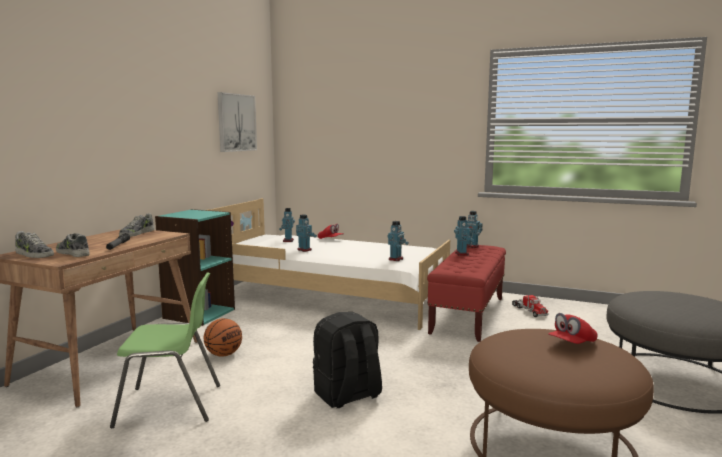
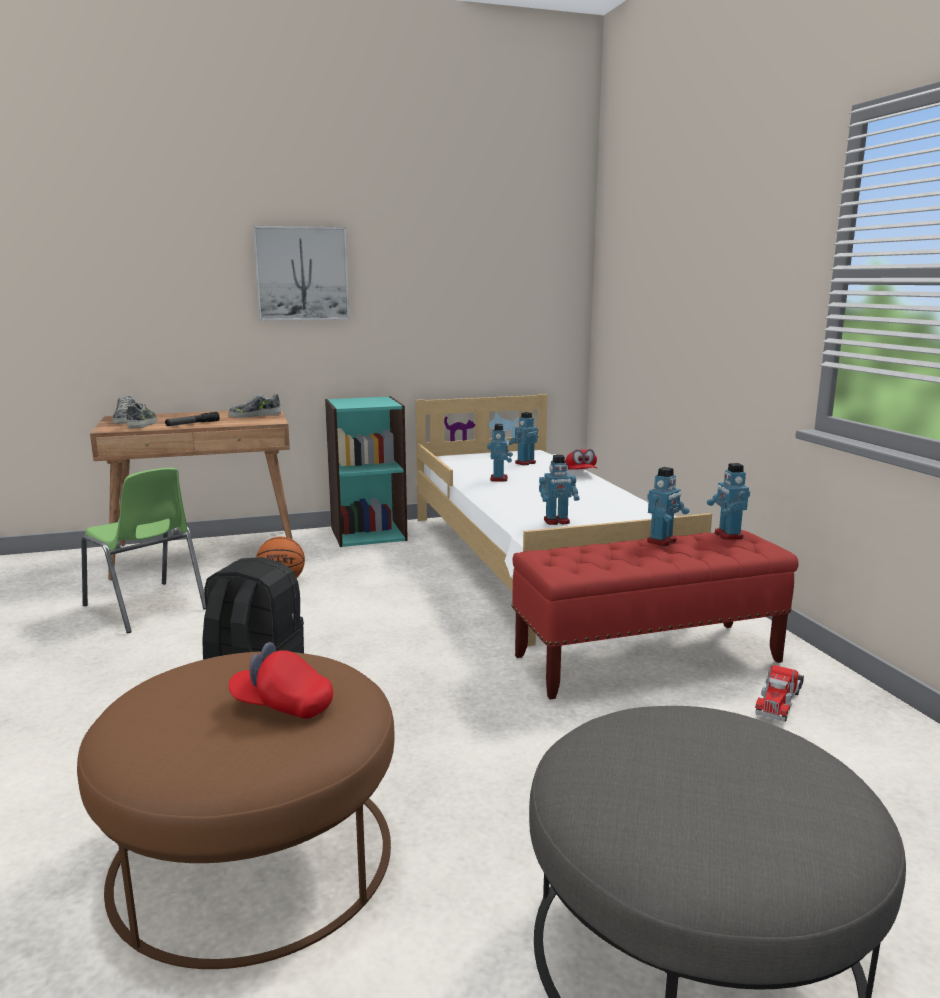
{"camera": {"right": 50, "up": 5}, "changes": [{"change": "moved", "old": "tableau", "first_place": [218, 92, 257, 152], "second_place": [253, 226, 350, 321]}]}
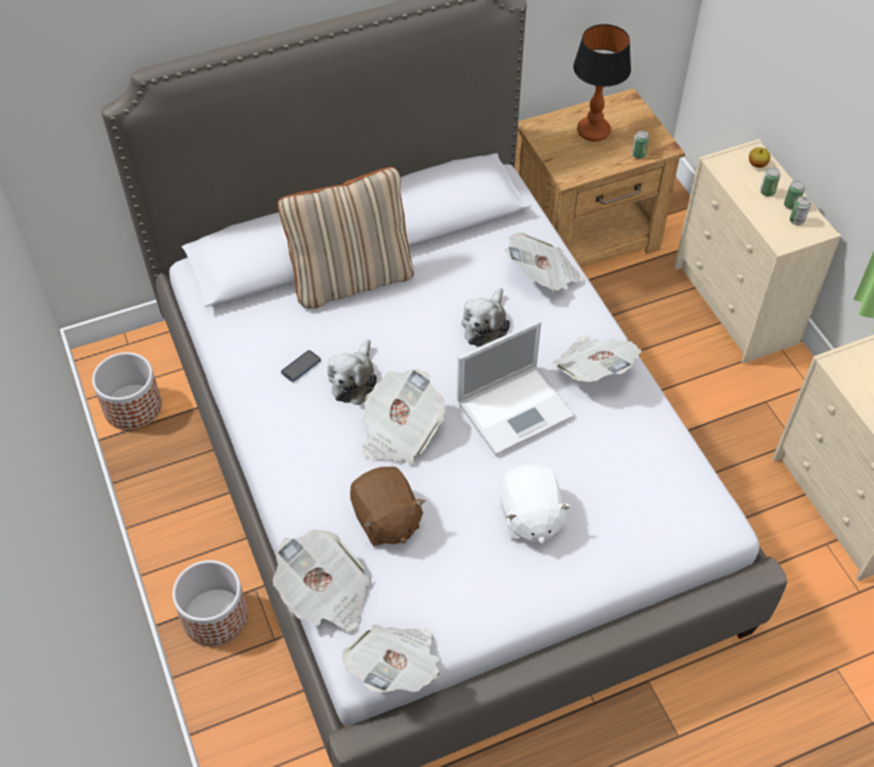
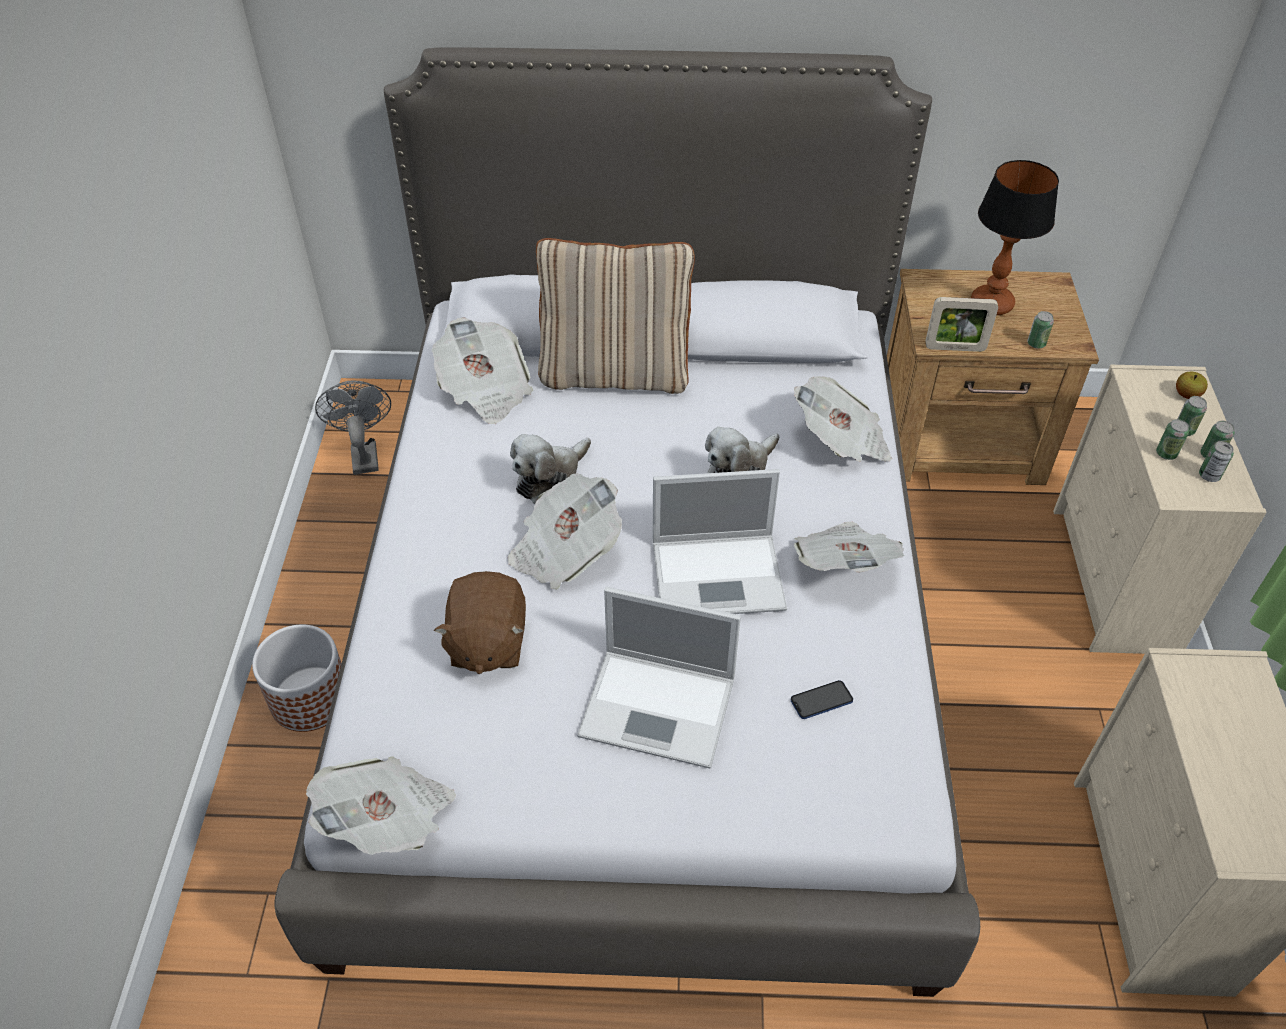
{"camera": {"right": 25, "up": -5}, "changes": [{"change": "added", "new": "cadre photo", "second_place": [925, 297, 998, 352]}, {"change": "added", "new": "boîte métallique", "second_place": [1156, 419, 1189, 460]}, {"change": "moved", "old": "journal", "first_place": [273, 530, 371, 631], "second_place": [432, 317, 533, 424]}, {"change": "moved", "old": "téléphone", "first_place": [281, 350, 321, 382], "second_place": [791, 680, 853, 719]}, {"change": "replaced", "old": "cache-pot", "new": "ventilateur (gris)", "first_place": [92, 352, 162, 430], "second_place": [315, 381, 391, 475]}, {"change": "replaced", "old": "peluche (blanc)", "new": "ordinateur portable", "first_place": [499, 464, 571, 544], "second_place": [577, 587, 741, 769]}]}
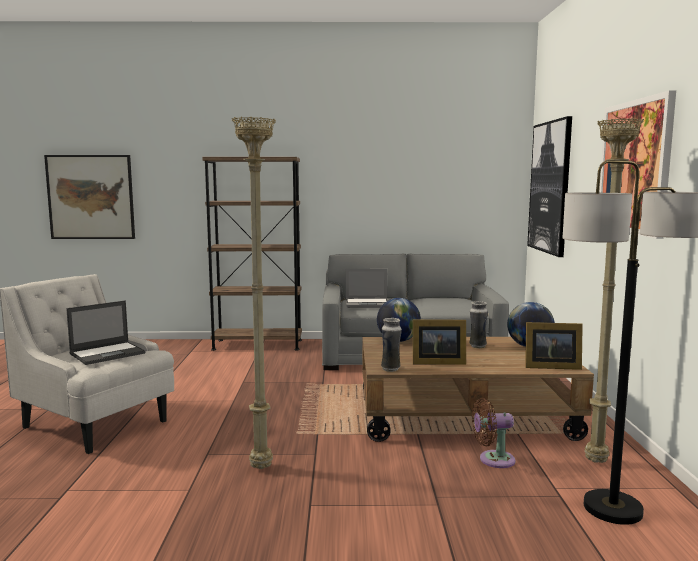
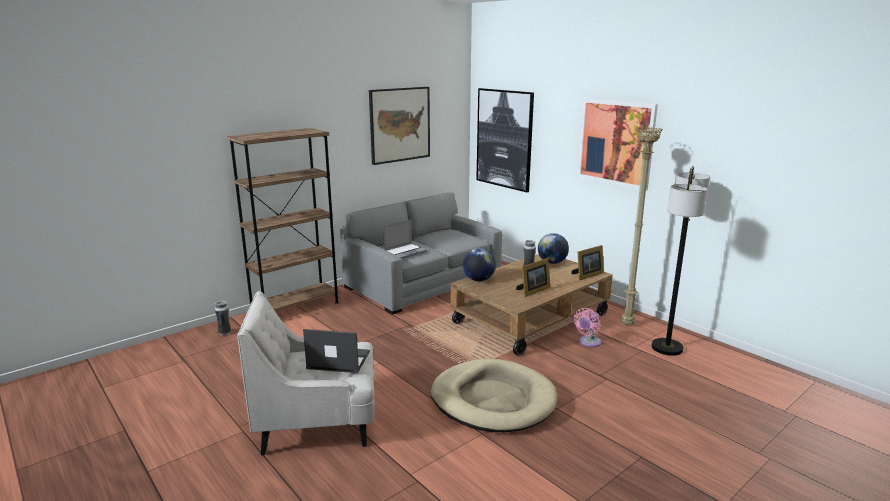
{"camera": {"right": -40, "up": 10}, "changes": [{"change": "moved", "old": "tableau", "first_place": [44, 155, 135, 239], "second_place": [369, 87, 430, 165]}, {"change": "moved", "old": "vase", "first_place": [381, 318, 402, 372], "second_place": [215, 301, 231, 336]}, {"change": "replaced", "old": "lampadaire (beige)", "new": "panier pour chien (beige)", "first_place": [231, 116, 276, 469], "second_place": [430, 359, 557, 432]}, {"change": "recoloured", "old": "ventilateur (marron)", "new": "ventilateur (rose)", "first_place": [472, 398, 515, 468], "second_place": [574, 308, 601, 347]}, {"change": "turned", "old": "ordinateur portable", "first_place": [66, 300, 146, 365], "second_place": [303, 329, 370, 373], "degrees": -90}]}
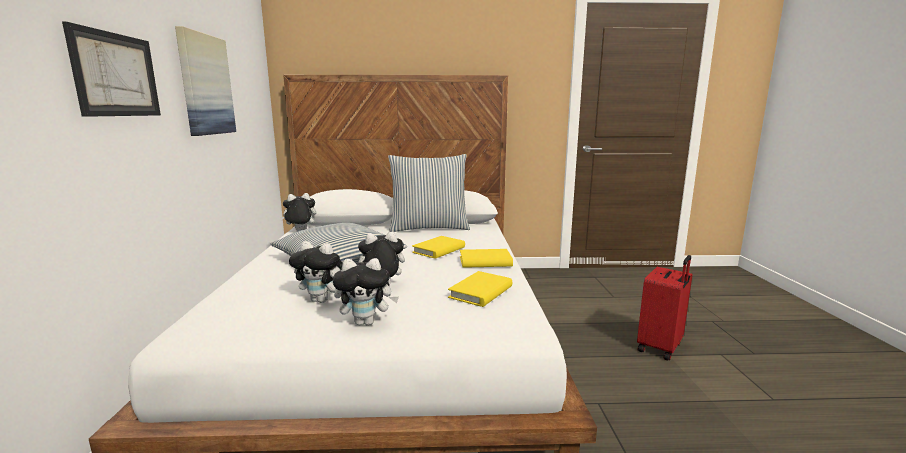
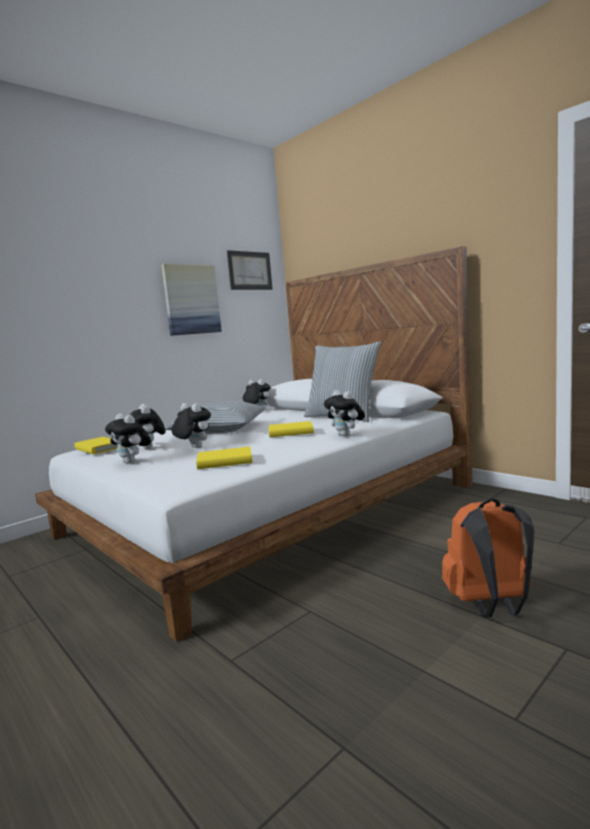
{"camera": {"right": 50, "up": -5}, "changes": [{"change": "added", "new": "peluche", "second_place": [324, 390, 365, 437]}, {"change": "moved", "old": "tableau", "first_place": [62, 21, 161, 117], "second_place": [227, 250, 272, 290]}, {"change": "moved", "old": "livre (jaune)", "first_place": [460, 249, 513, 268], "second_place": [74, 437, 118, 454]}, {"change": "replaced", "old": "valise (rouge)", "new": "sac à dos (orange)", "first_place": [637, 255, 692, 361], "second_place": [442, 498, 534, 618]}]}
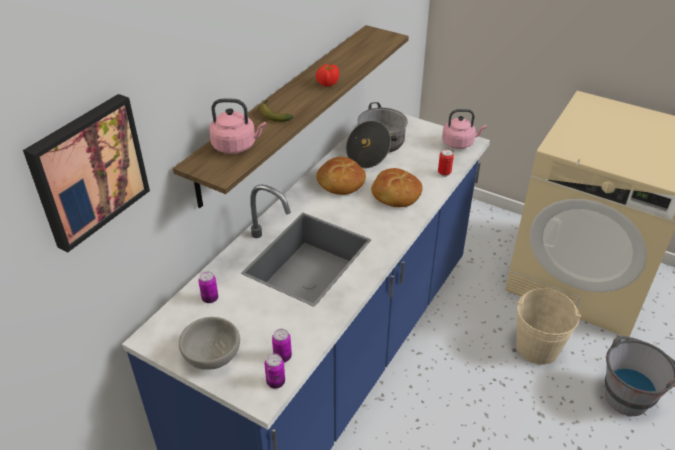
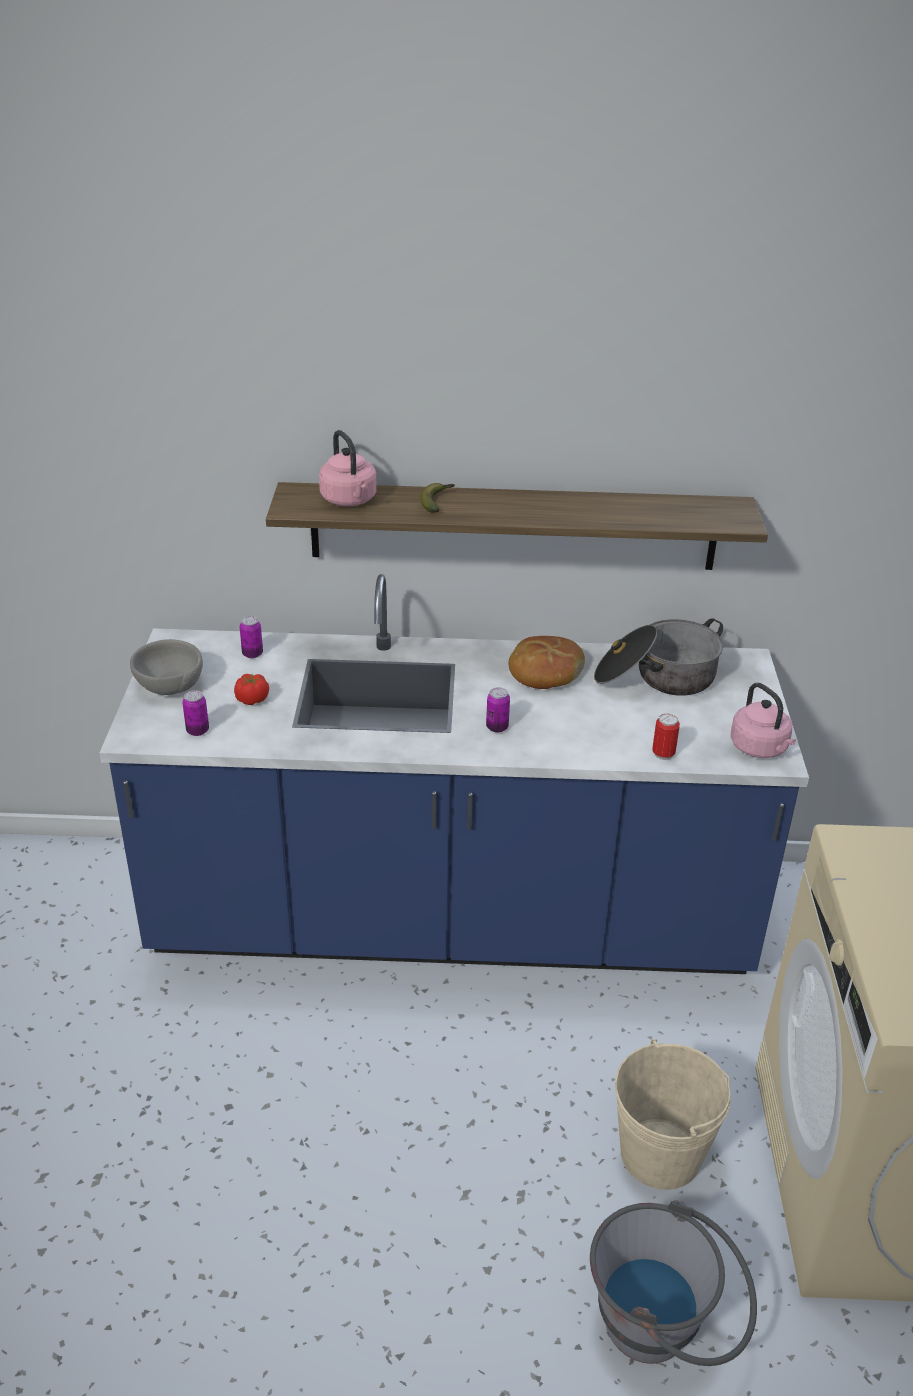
{"camera": {"right": 60, "up": -5}, "changes": [{"change": "removed", "old": "tableau", "first_place": [23, 94, 150, 252]}, {"change": "removed", "old": "pain", "first_place": [371, 168, 423, 207]}, {"change": "moved", "old": "boîte métallique", "first_place": [265, 354, 285, 389], "second_place": [486, 687, 510, 733]}, {"change": "moved", "old": "tomate", "first_place": [316, 63, 339, 87], "second_place": [234, 673, 269, 705]}]}
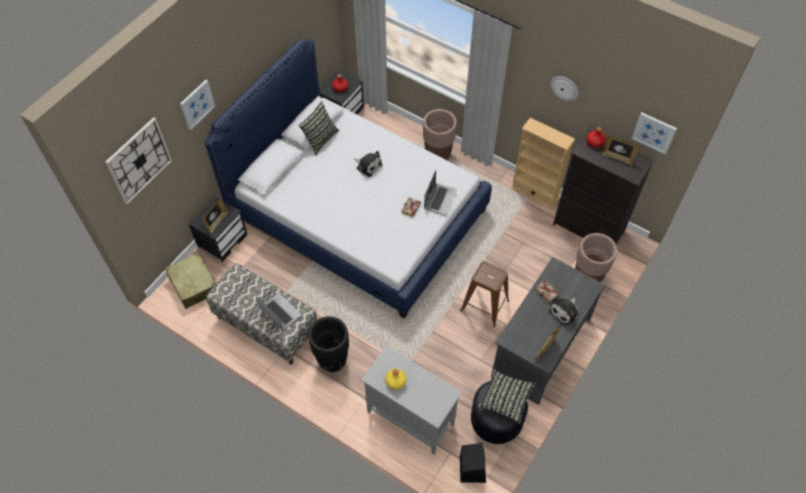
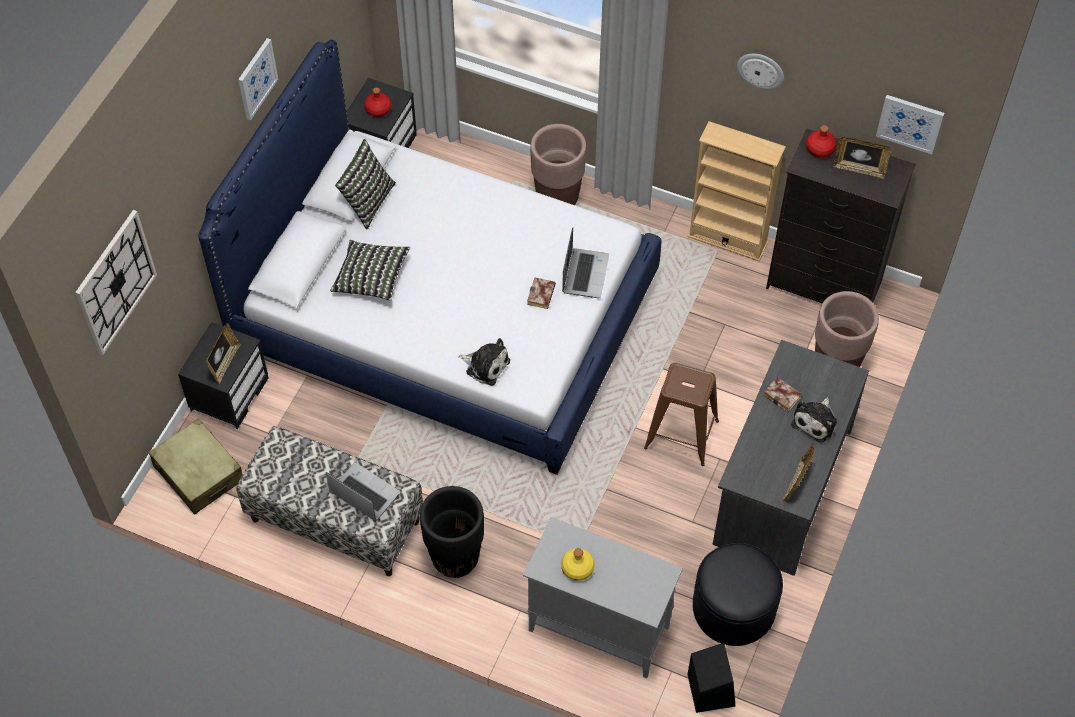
{"camera": {"right": -10, "up": 0}, "changes": [{"change": "moved", "old": "tableau", "first_place": [180, 80, 215, 130], "second_place": [238, 38, 278, 120]}, {"change": "moved", "old": "peluche", "first_place": [354, 151, 383, 177], "second_place": [458, 338, 510, 386]}, {"change": "moved", "old": "coussin", "first_place": [478, 369, 536, 423], "second_place": [330, 240, 410, 300]}]}
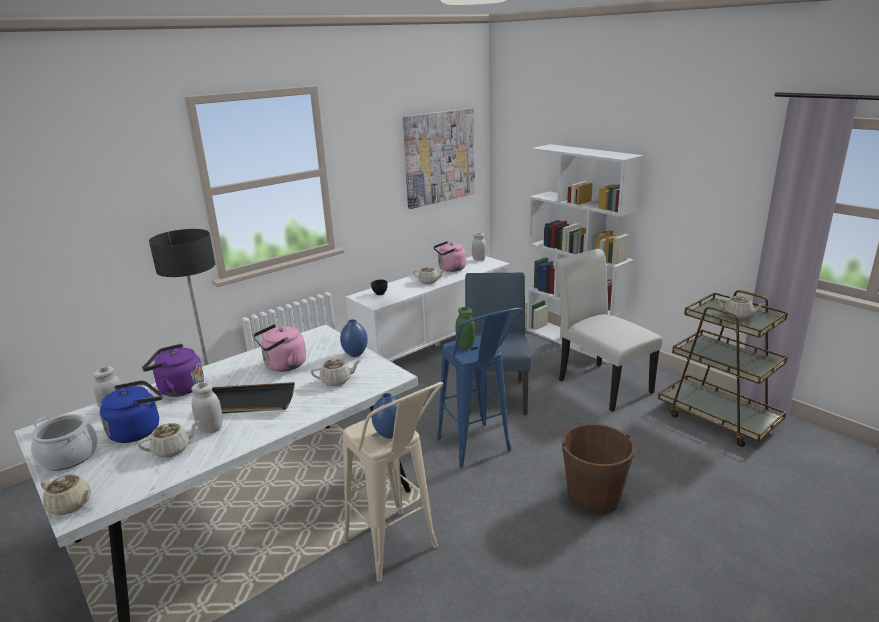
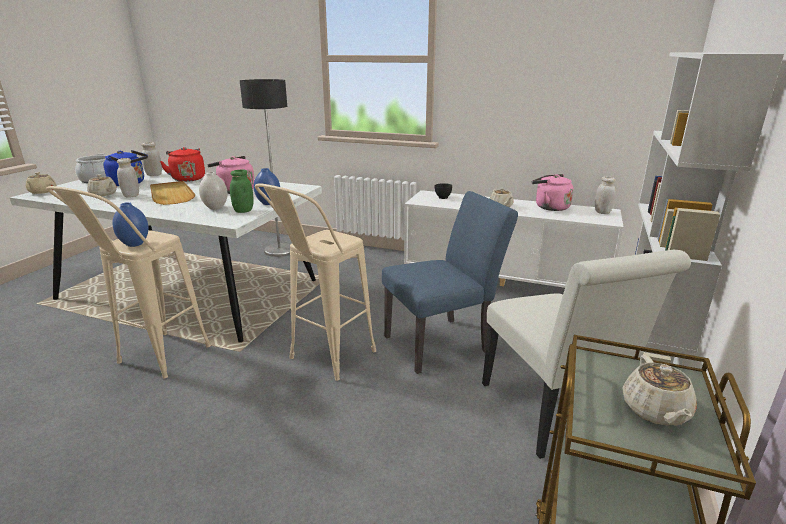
{"camera": {"right": 60, "up": 0}, "changes": [{"change": "removed", "old": "tableau", "first_place": [403, 108, 475, 209]}, {"change": "removed", "old": "seau (marron)", "first_place": [562, 424, 635, 515]}, {"change": "moved", "old": "bocal (vert)", "first_place": [455, 307, 475, 348], "second_place": [230, 169, 254, 213]}, {"change": "replaced", "old": "théière (beige)", "new": "vase (blanc)", "first_place": [311, 358, 361, 386], "second_place": [199, 172, 228, 210]}, {"change": "recoloured", "old": "bouilloire (violet)", "new": "bouilloire (rouge)", "first_place": [142, 344, 204, 397], "second_place": [160, 147, 205, 182]}, {"change": "recoloured", "old": "plateau (noir)", "new": "plateau (beige)", "first_place": [212, 382, 295, 414], "second_place": [150, 181, 196, 205]}, {"change": "recoloured", "old": "tabouret (bleu)", "new": "tabouret (beige)", "first_place": [437, 308, 523, 468], "second_place": [255, 183, 376, 381]}, {"change": "turned", "old": "chaise (blanc)", "first_place": [553, 249, 663, 412], "second_place": [482, 250, 691, 459], "degrees": 135}]}
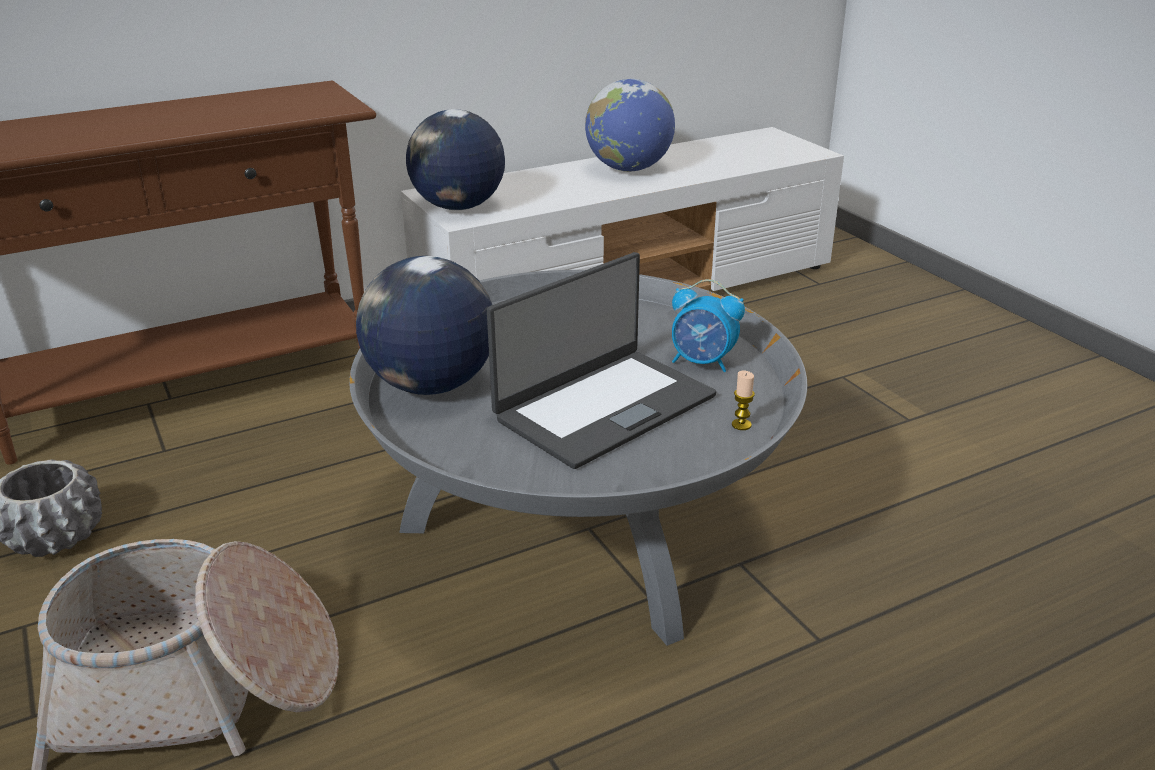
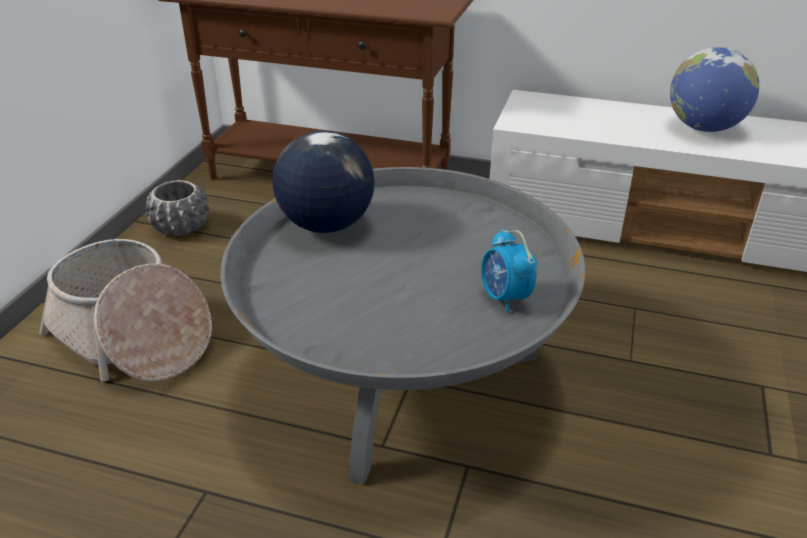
{"camera": {"right": 45, "up": 5}, "changes": [{"change": "removed", "old": "globe", "first_place": [406, 109, 505, 210]}, {"change": "removed", "old": "ordinateur portable", "first_place": [487, 252, 716, 469]}, {"change": "removed", "old": "bougie", "first_place": [732, 371, 755, 430]}]}
